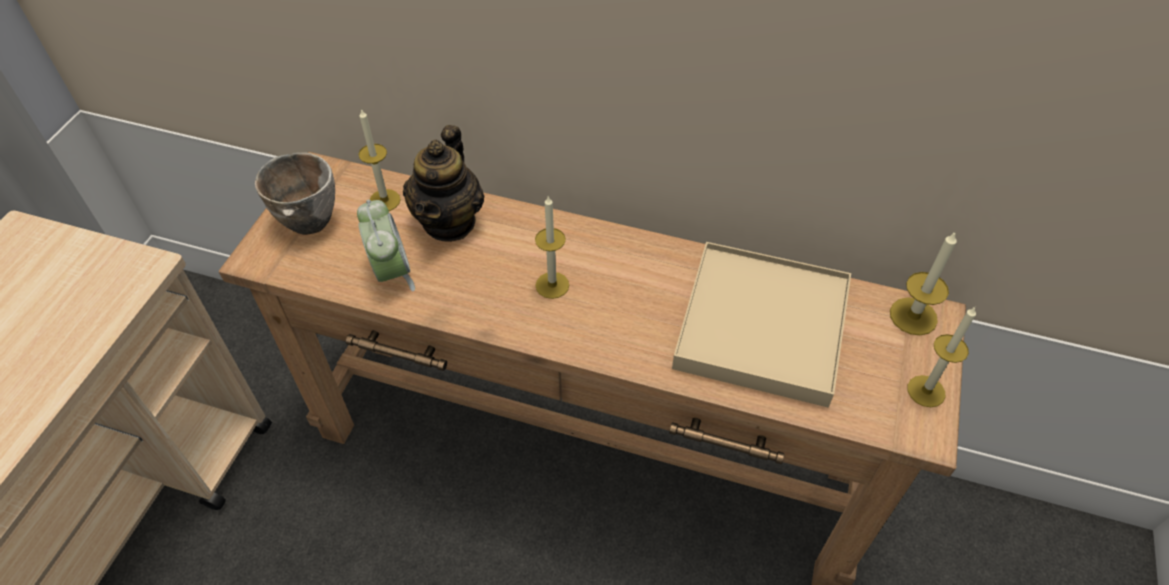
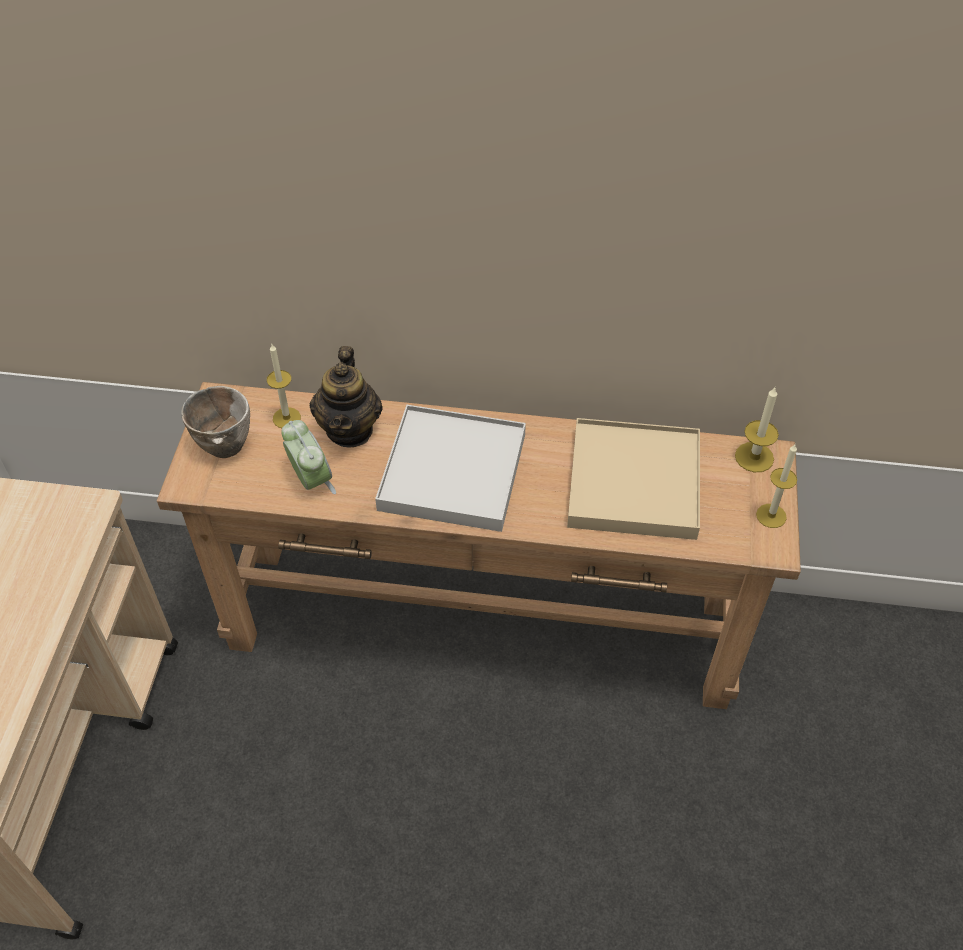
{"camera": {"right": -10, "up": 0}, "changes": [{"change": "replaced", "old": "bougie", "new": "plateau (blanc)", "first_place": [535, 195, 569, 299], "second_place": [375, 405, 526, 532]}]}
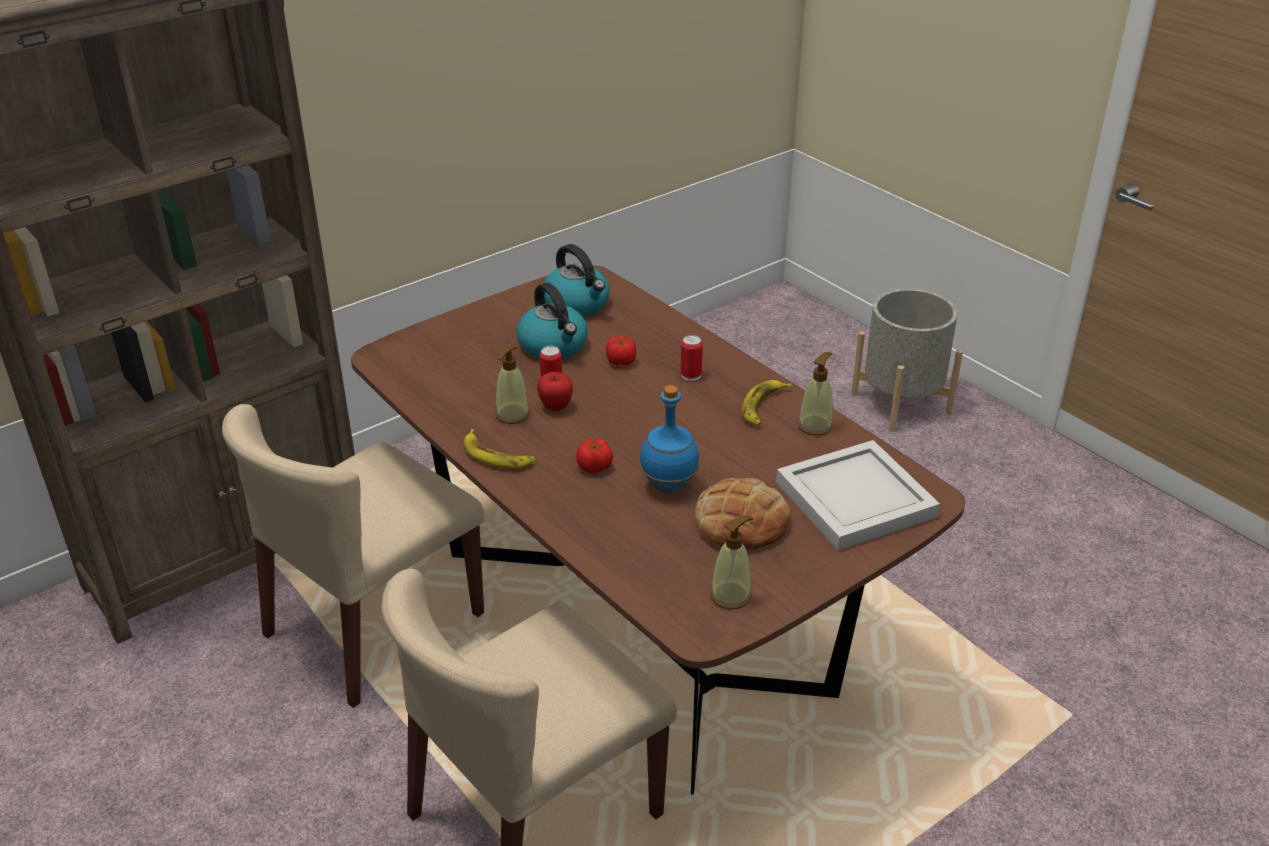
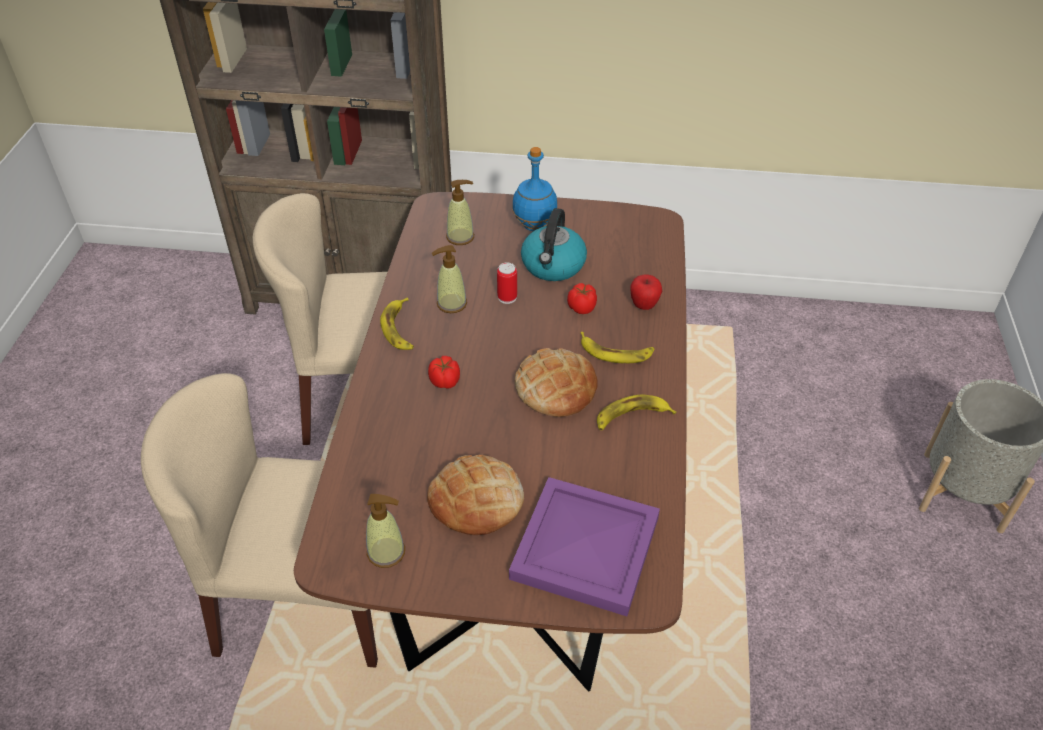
{"camera": {"right": 45, "up": 10}, "changes": [{"change": "removed", "old": "bouilloire", "first_place": [544, 244, 610, 317]}, {"change": "added", "new": "pain", "second_place": [515, 348, 598, 417]}, {"change": "moved", "old": "pomme", "first_place": [537, 372, 573, 412], "second_place": [630, 274, 662, 310]}, {"change": "moved", "old": "bouteille (bleu)", "first_place": [639, 385, 700, 493], "second_place": [512, 147, 558, 231]}, {"change": "moved", "old": "distributeur de savon", "first_place": [798, 352, 833, 436], "second_place": [446, 180, 474, 245]}, {"change": "replaced", "old": "boîte métallique", "new": "banane", "first_place": [680, 335, 703, 381], "second_place": [581, 332, 654, 363]}, {"change": "recoloured", "old": "plateau (blanc)", "new": "plateau (violet)", "first_place": [776, 440, 940, 550], "second_place": [509, 477, 660, 616]}]}
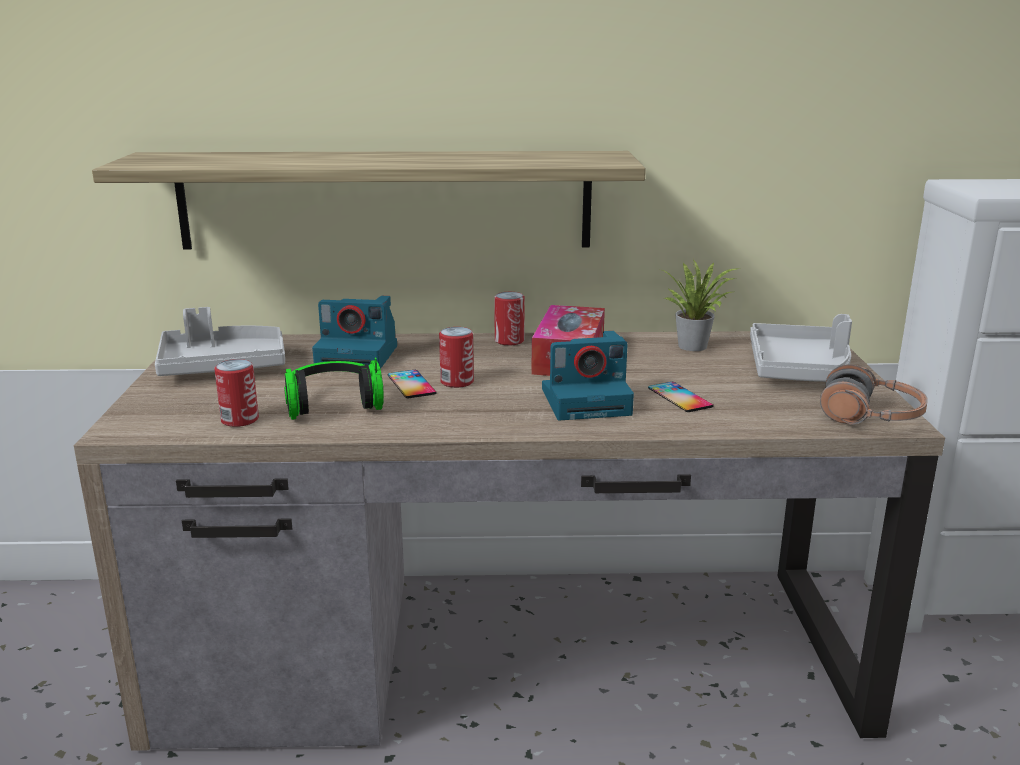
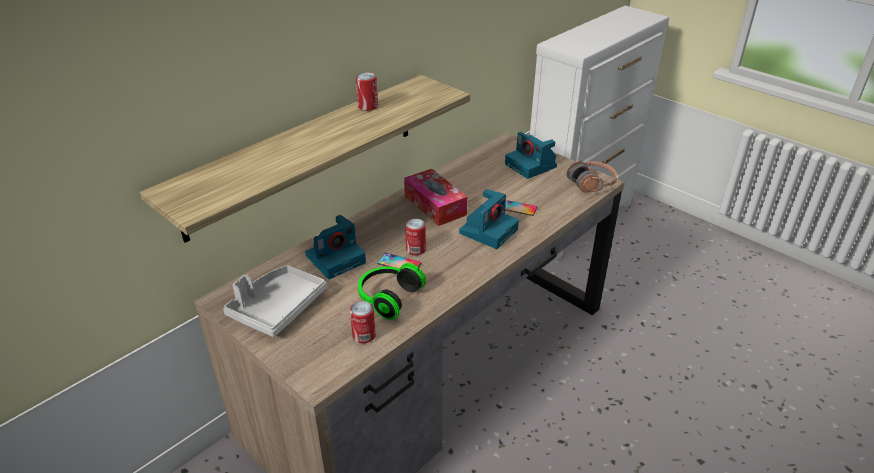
{"camera": {"right": -45, "up": 15}, "changes": [{"change": "removed", "old": "plante en pot", "first_place": [662, 259, 740, 351]}, {"change": "moved", "old": "boîte métallique", "first_place": [494, 292, 525, 346], "second_place": [356, 72, 378, 111]}, {"change": "replaced", "old": "plateau (gris)", "new": "appareil photo", "first_place": [750, 314, 852, 382], "second_place": [505, 132, 557, 179]}]}
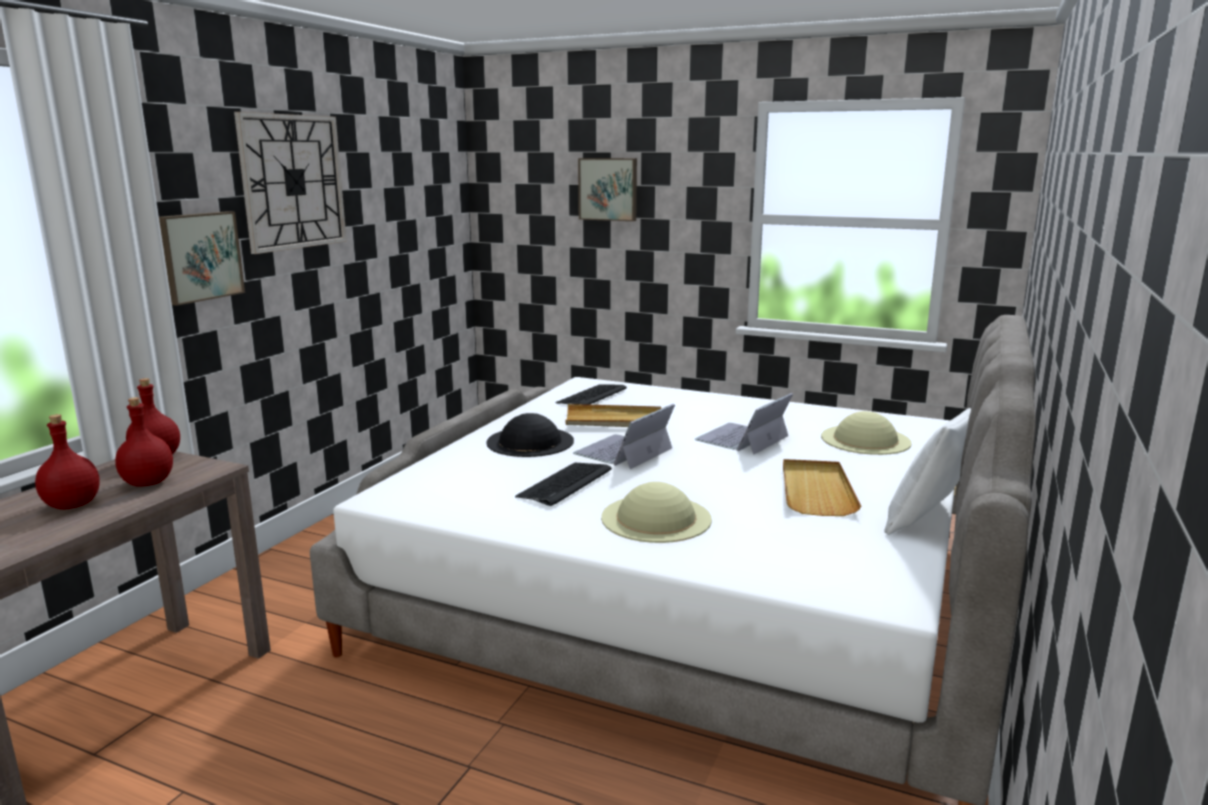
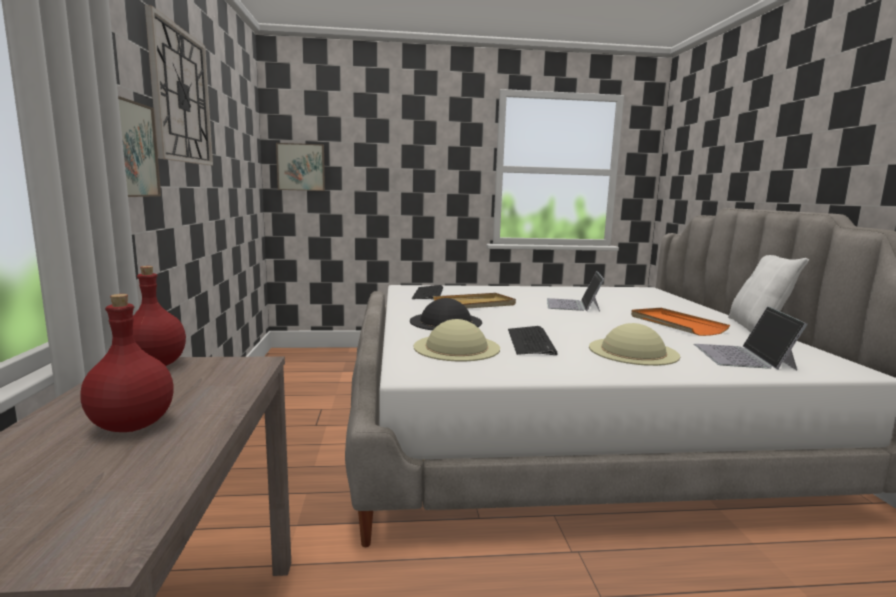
{"camera": {"right": -30, "up": -5}, "changes": [{"change": "removed", "old": "bouteille (rouge)", "first_place": [115, 397, 173, 487]}, {"change": "moved", "old": "ordinateur portable", "first_place": [573, 404, 675, 469], "second_place": [694, 306, 808, 370]}, {"change": "moved", "old": "tableau", "first_place": [578, 158, 637, 221], "second_place": [276, 143, 325, 191]}, {"change": "moved", "old": "chapeau (beige)", "first_place": [821, 411, 912, 455], "second_place": [414, 319, 500, 361]}, {"change": "recoloured", "old": "plateau (beige)", "new": "plateau (orange)", "first_place": [783, 459, 861, 516], "second_place": [631, 308, 730, 336]}]}
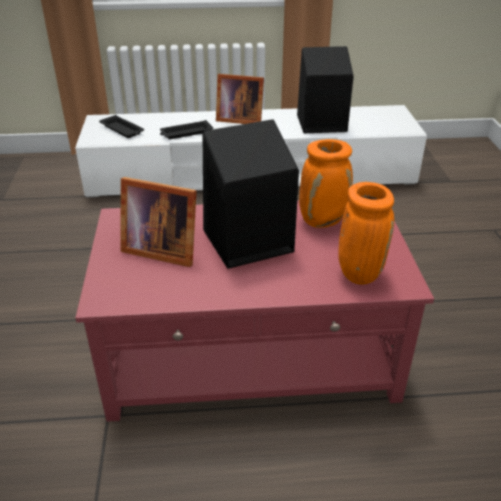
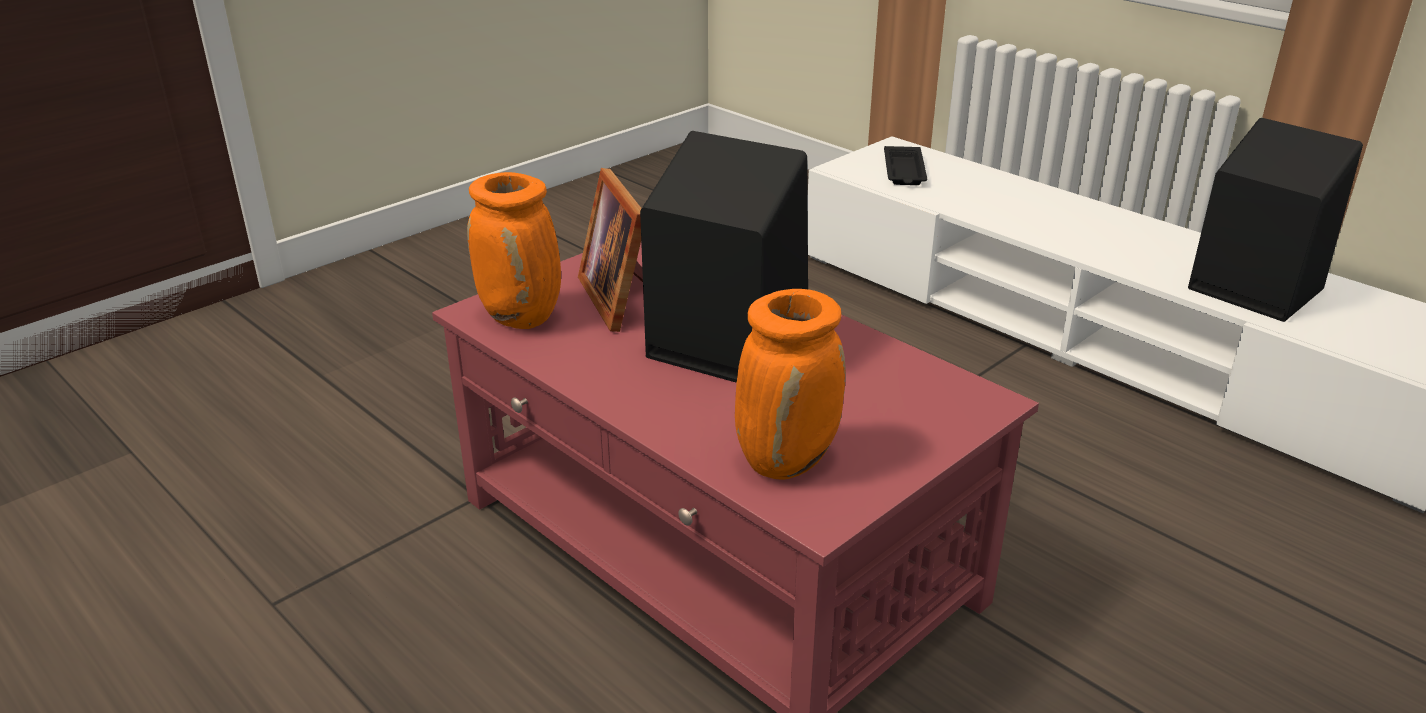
{"camera": {"right": 50, "up": -5}, "changes": [{"change": "removed", "old": "plateau (noir)", "first_place": [160, 120, 213, 139]}, {"change": "removed", "old": "cadre photo", "first_place": [216, 74, 264, 124]}, {"change": "moved", "old": "vase (orange)", "first_place": [299, 139, 353, 228], "second_place": [467, 172, 561, 329]}]}
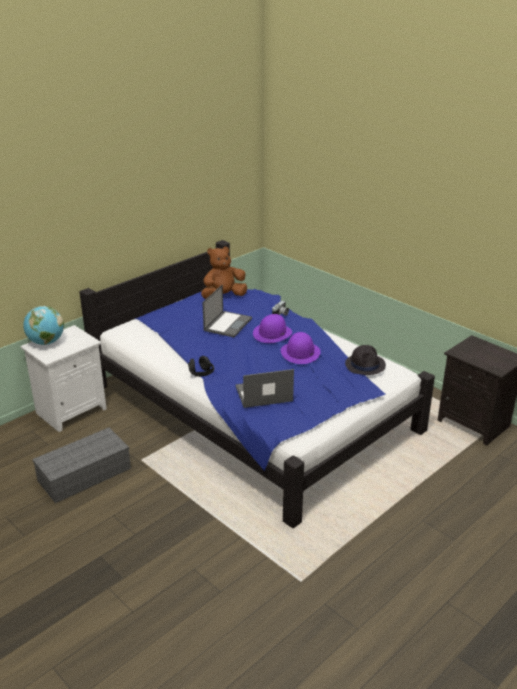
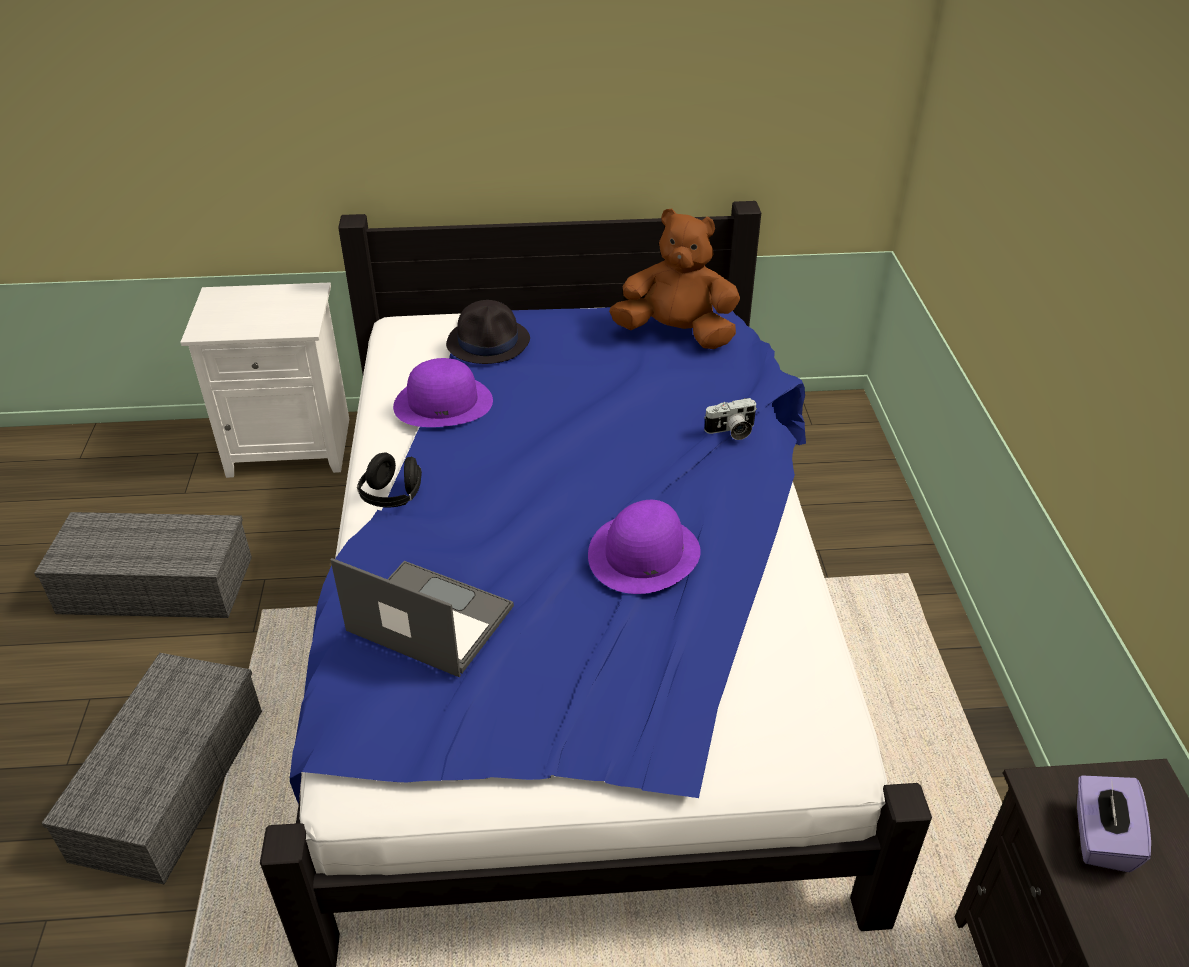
{"camera": {"right": 40, "up": 10}, "changes": [{"change": "removed", "old": "globe", "first_place": [23, 306, 64, 345]}, {"change": "removed", "old": "ordinateur portable", "first_place": [202, 285, 252, 337]}, {"change": "added", "new": "boîte de rangement (gris)", "second_place": [42, 653, 262, 884]}, {"change": "added", "new": "boîte à mouchoirs (violet)", "second_place": [1077, 775, 1151, 872]}, {"change": "moved", "old": "chapeau (violet)", "first_place": [253, 314, 292, 343], "second_place": [393, 358, 493, 427]}, {"change": "moved", "old": "chapeau (noir)", "first_place": [345, 345, 386, 375], "second_place": [446, 300, 530, 364]}]}
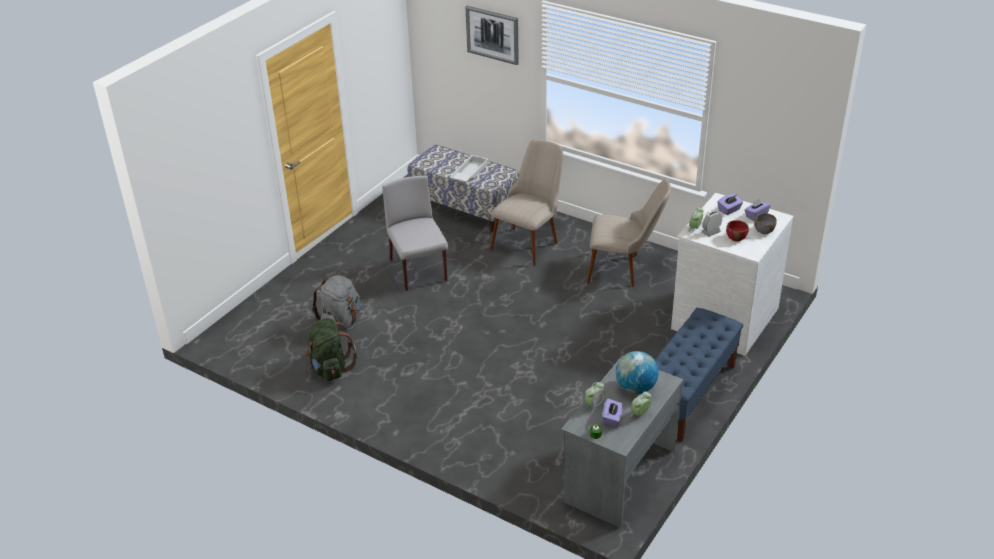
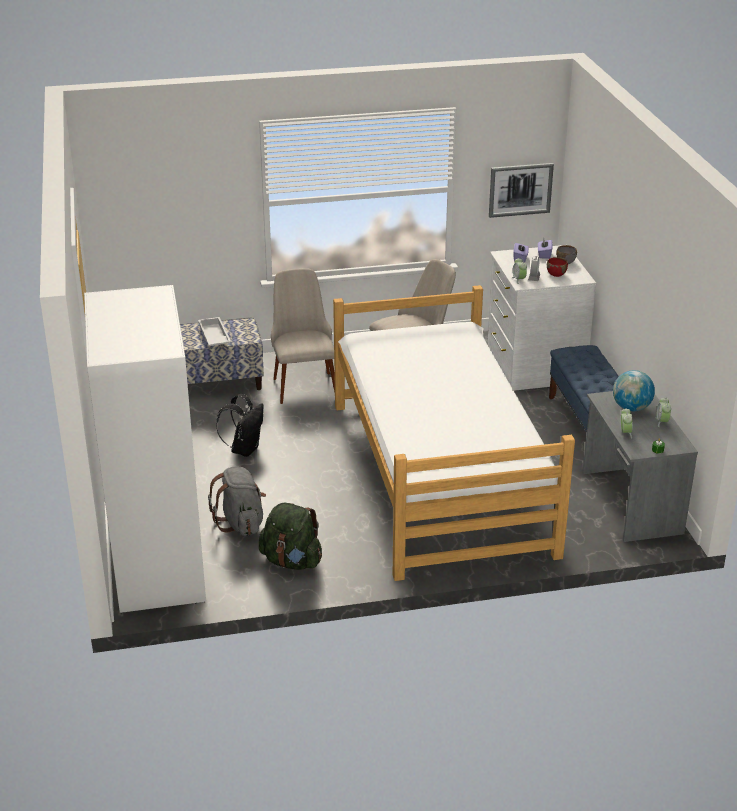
{"camera": {"right": -45, "up": -5}, "changes": [{"change": "removed", "old": "boîte à mouchoirs (violet)", "first_place": [602, 398, 623, 427]}, {"change": "added", "new": "armoire (blanc)", "second_place": [84, 285, 206, 613]}, {"change": "added", "new": "lit", "second_place": [333, 285, 575, 581]}, {"change": "moved", "old": "tableau", "first_place": [465, 6, 519, 65], "second_place": [489, 163, 554, 218]}, {"change": "replaced", "old": "chaise (gris)", "new": "sac à dos (noir)", "first_place": [382, 176, 448, 291], "second_place": [216, 394, 264, 457]}]}
